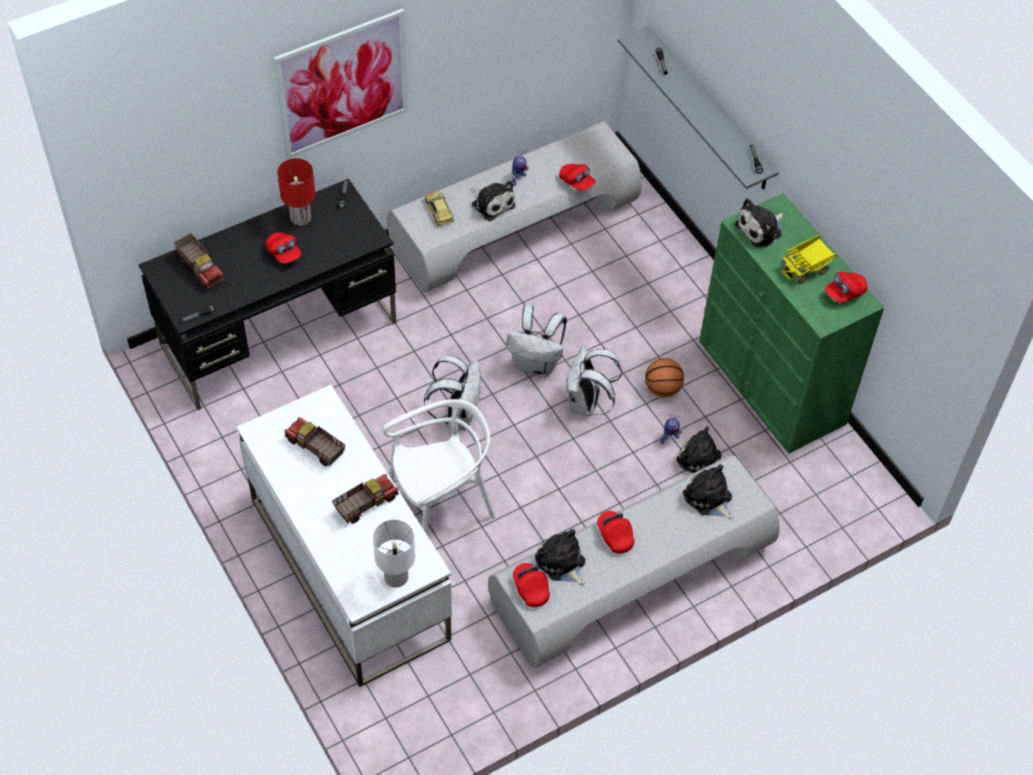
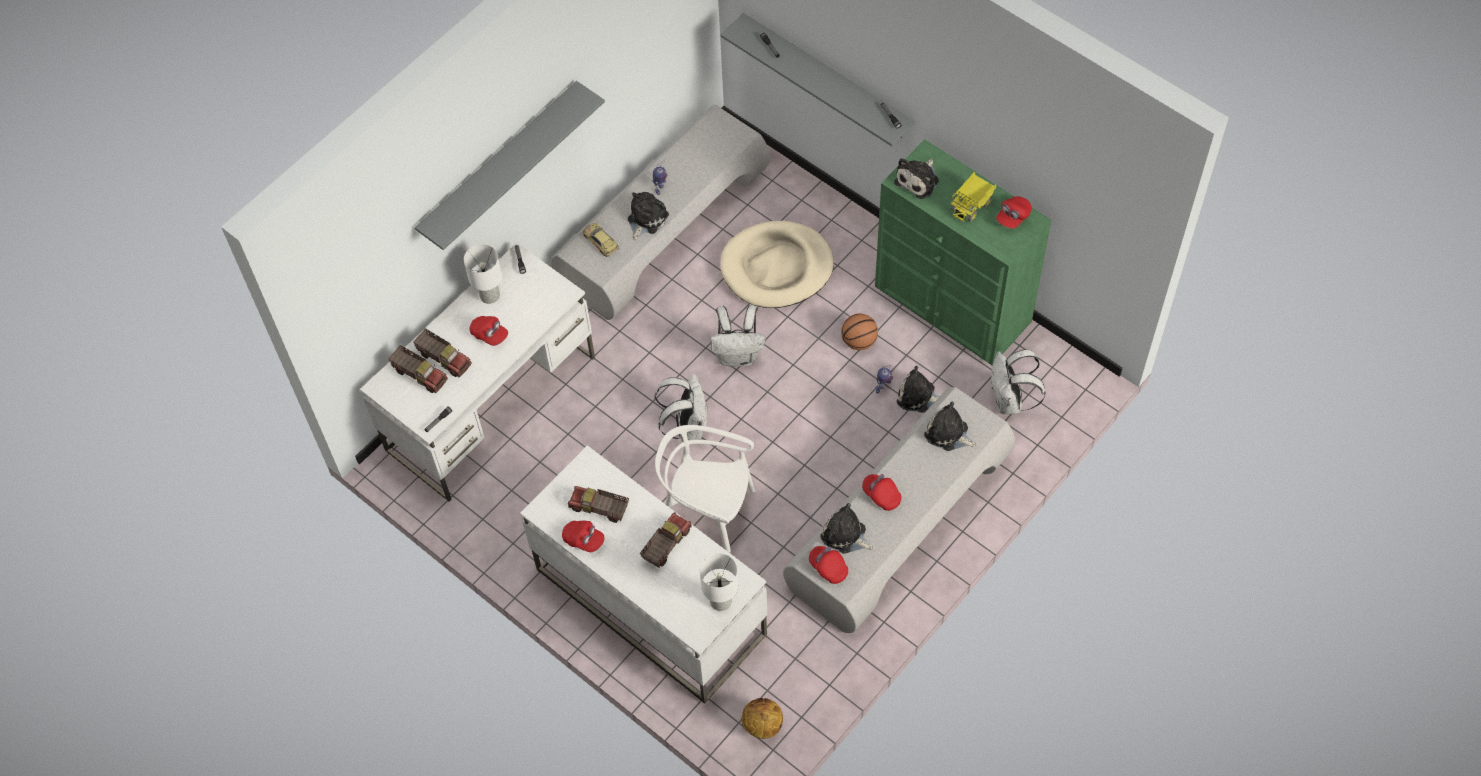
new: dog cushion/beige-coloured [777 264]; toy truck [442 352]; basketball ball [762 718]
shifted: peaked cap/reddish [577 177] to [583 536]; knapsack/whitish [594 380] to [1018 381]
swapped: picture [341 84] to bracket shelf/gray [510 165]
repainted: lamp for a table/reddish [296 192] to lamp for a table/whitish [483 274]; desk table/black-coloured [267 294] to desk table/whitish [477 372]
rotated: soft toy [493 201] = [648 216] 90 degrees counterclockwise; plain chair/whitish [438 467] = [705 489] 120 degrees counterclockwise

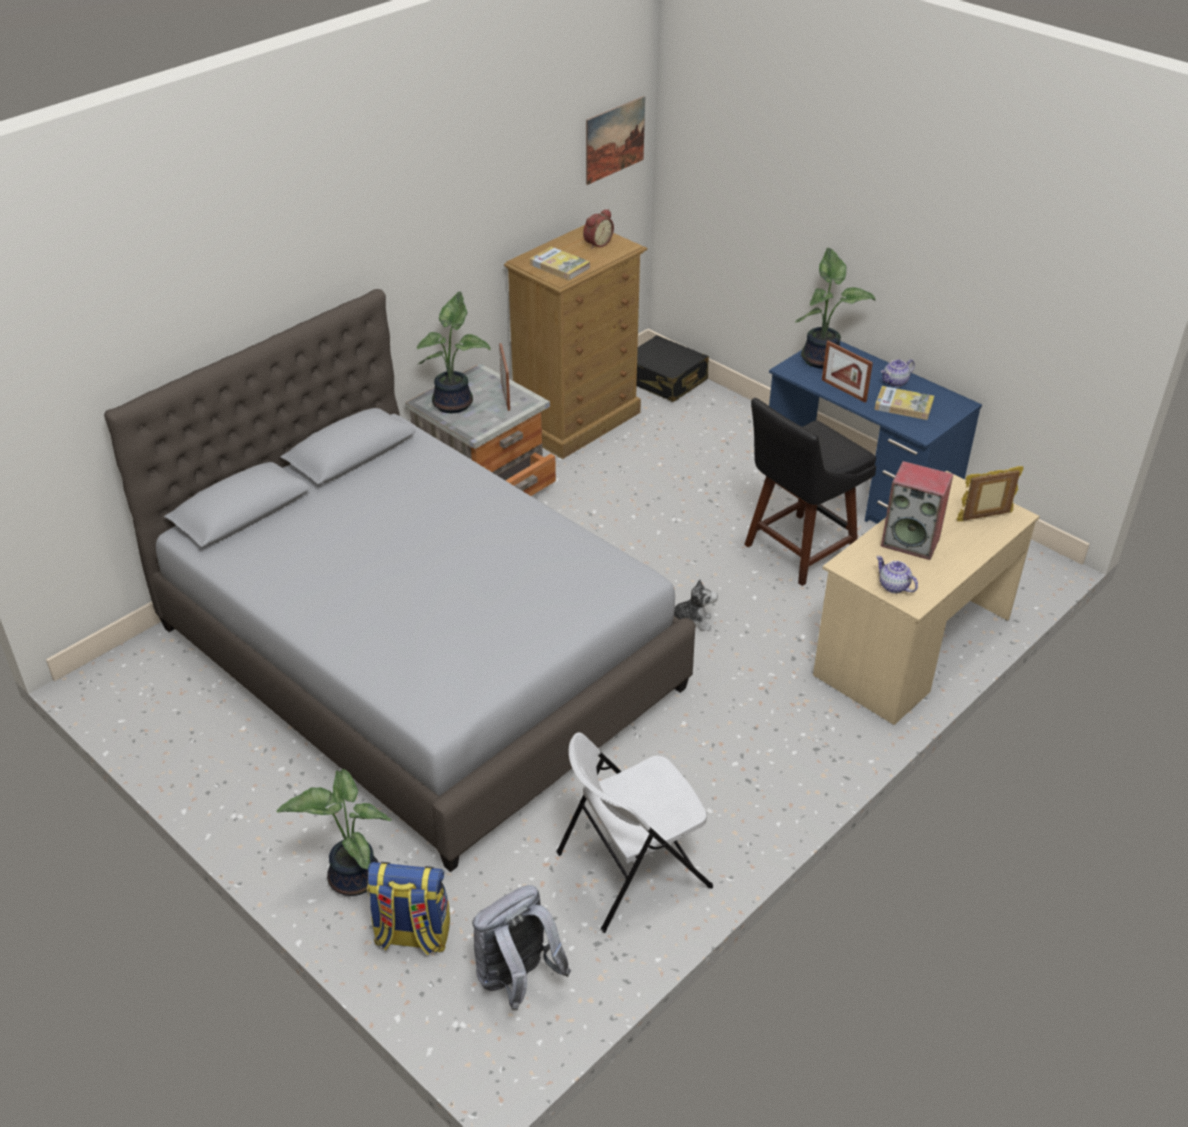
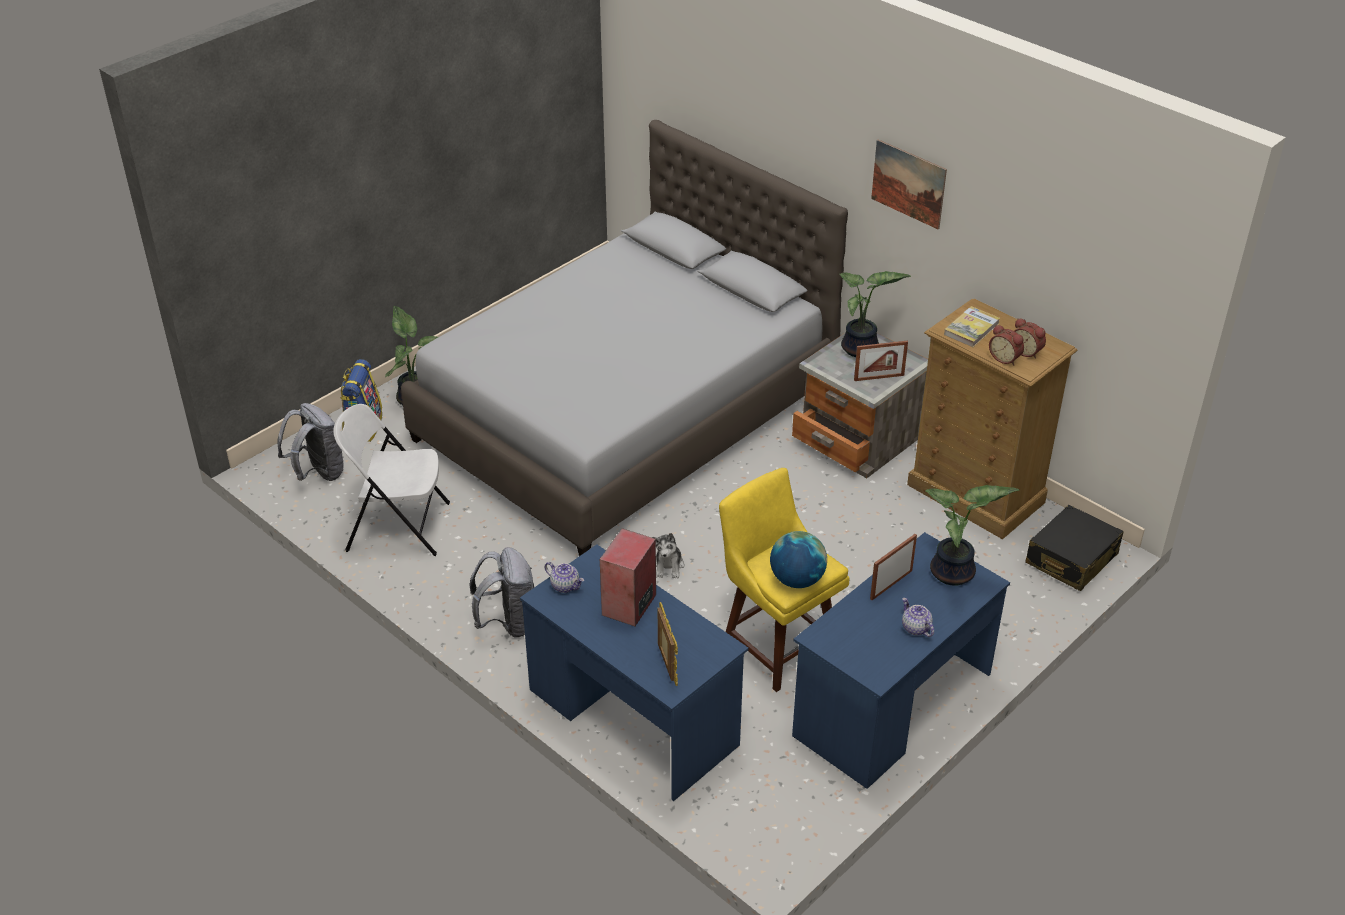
gone: book [904 403]
new: table clock [1006 345]; world globe [798 559]; knapsack/gray [501 592]
shifted: picture [615 140] to [909 184]
repainted: sitting stool/black-coloured [810 492] to sitting stool/yellowish [784 580]; desk table/beige-coloured [926 598] to desk table/bluish [634 672]
rotated: teapot [897 574] = [564 577] 75 degrees clockwise; plain chair/whitish [634 832] = [391 480] 60 degrees counterclockwise

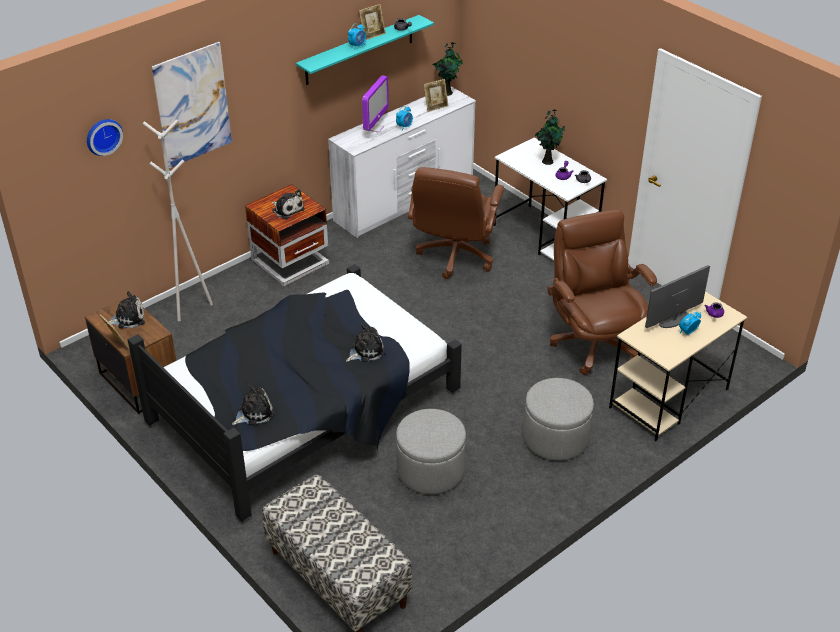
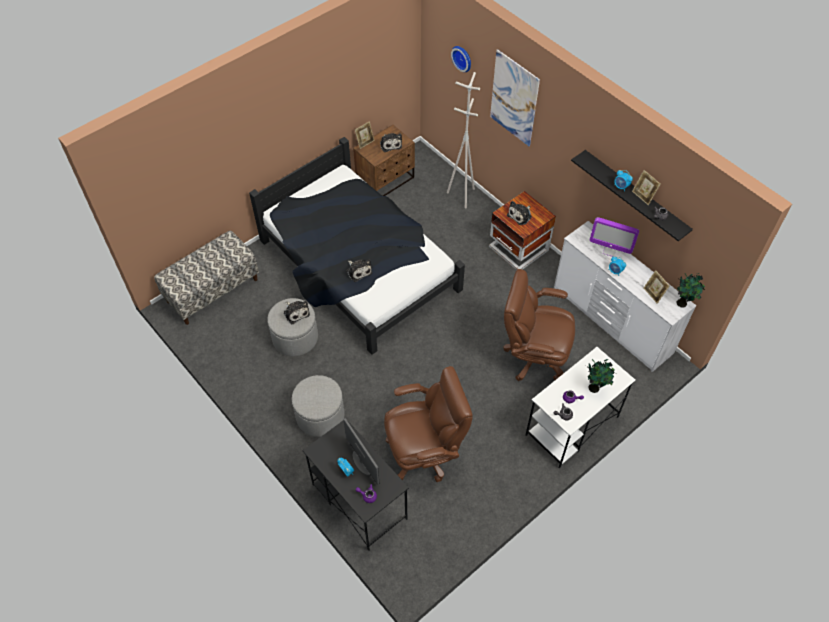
shifted: soft toy [253 405] to [297 312]
repainted: bracket shelf/turquoise [365 50] to bracket shelf/black-coloured [632 195]; desk table/beige-coloured [678 366] to desk table/black-coloured [355 485]

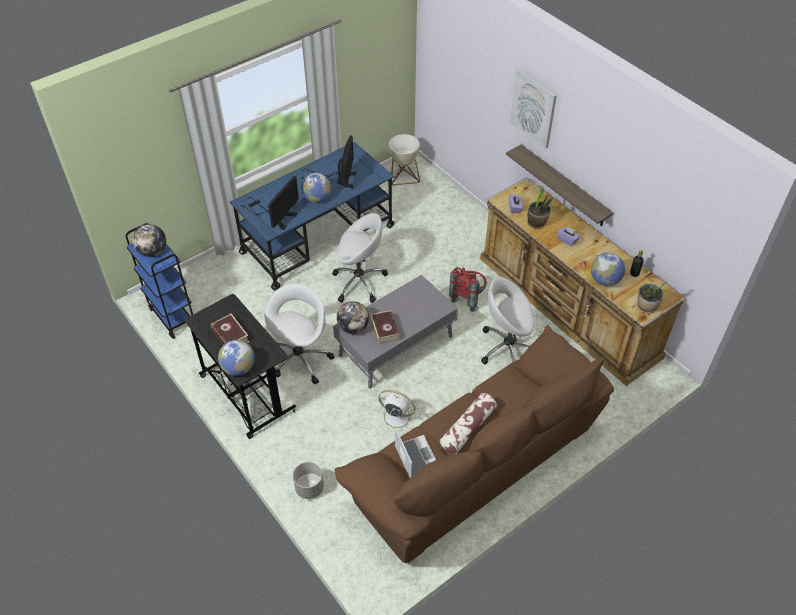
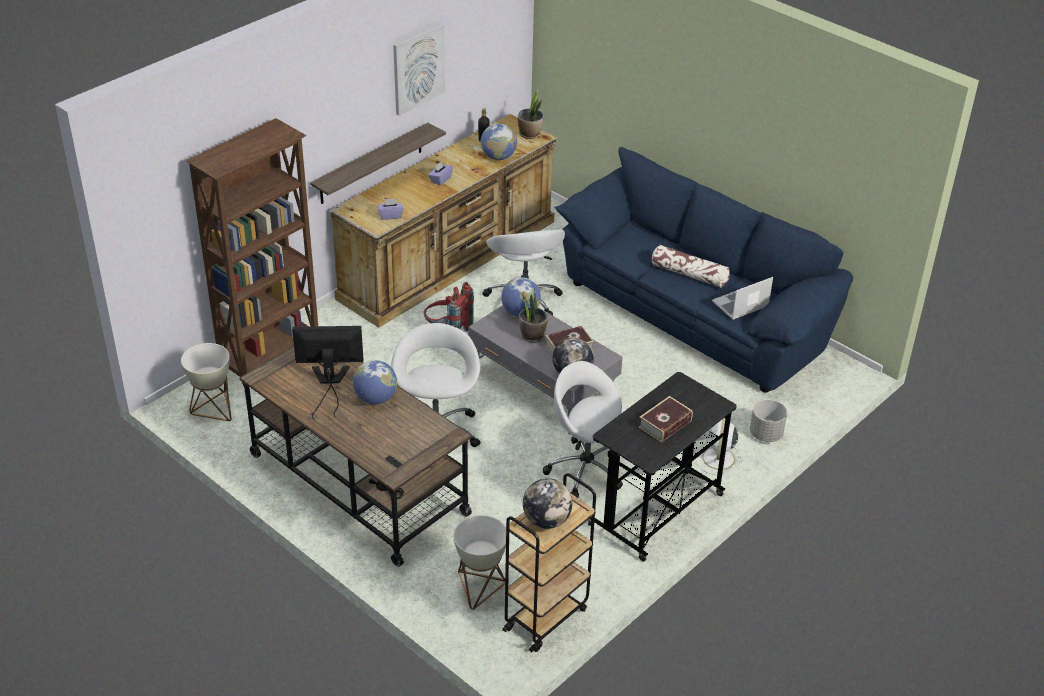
gone: monitor [270 203]
new: bookshelf/brown [251 252]; planter [480 562]
shifted: picture [533 109] to [419 70]; potted plant [540 207] to [533 315]; world globe [236 358] to [521 297]; electric fan/whitish [396 411] to [719 447]
repainted: desk table/bluish [312 216] to desk table/brown [355 456]; cart/bluish [159 281] to cart/brown [549 562]; settee/brown [474 444] to settee/bluish [703 269]

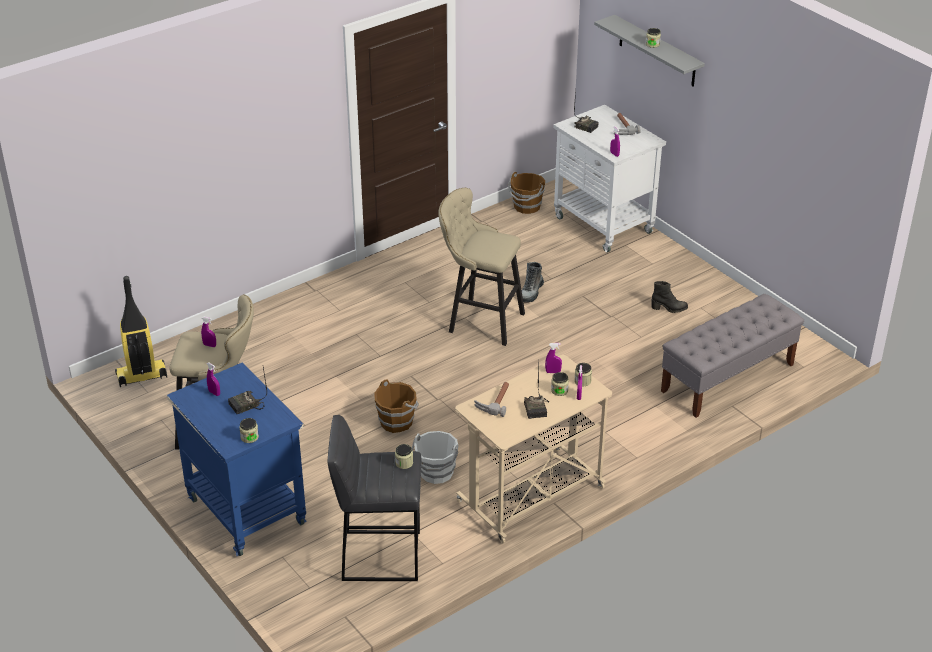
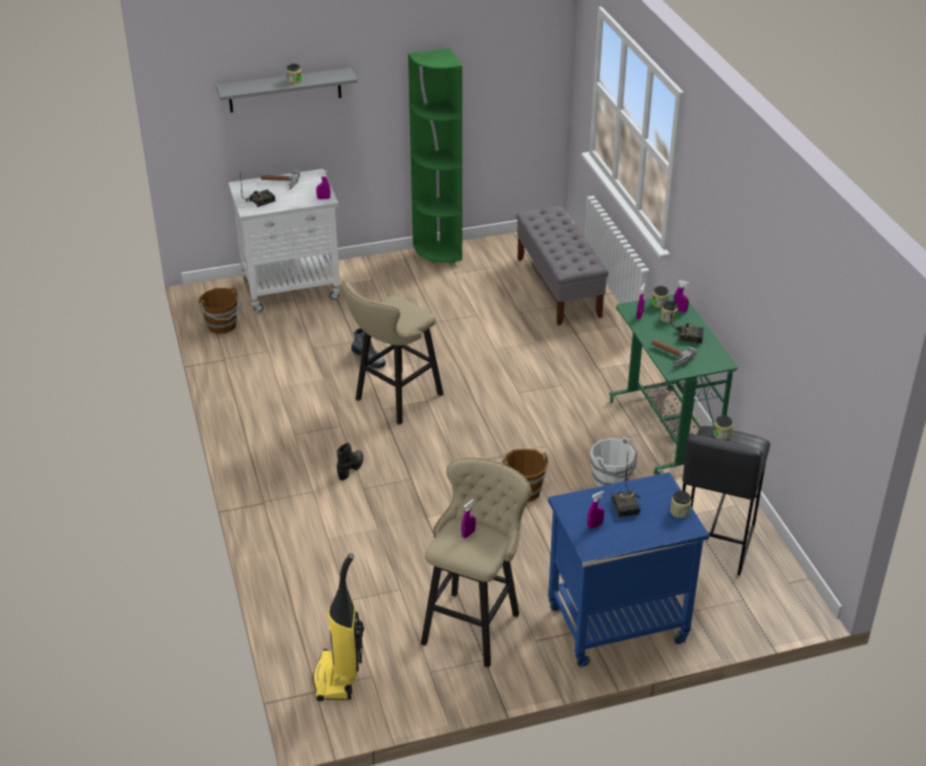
new: bookshelf/green [435 156]
shifted: high-top boot/black-coloured [670 297] to [350 461]
repainted: desk table/beige-coloured [533 449] to desk table/green [673 384]

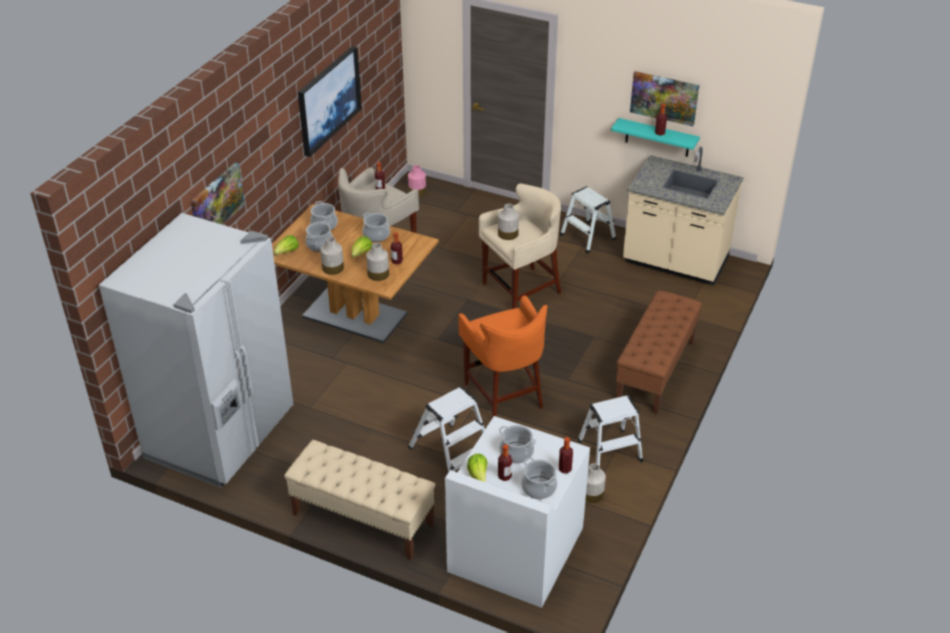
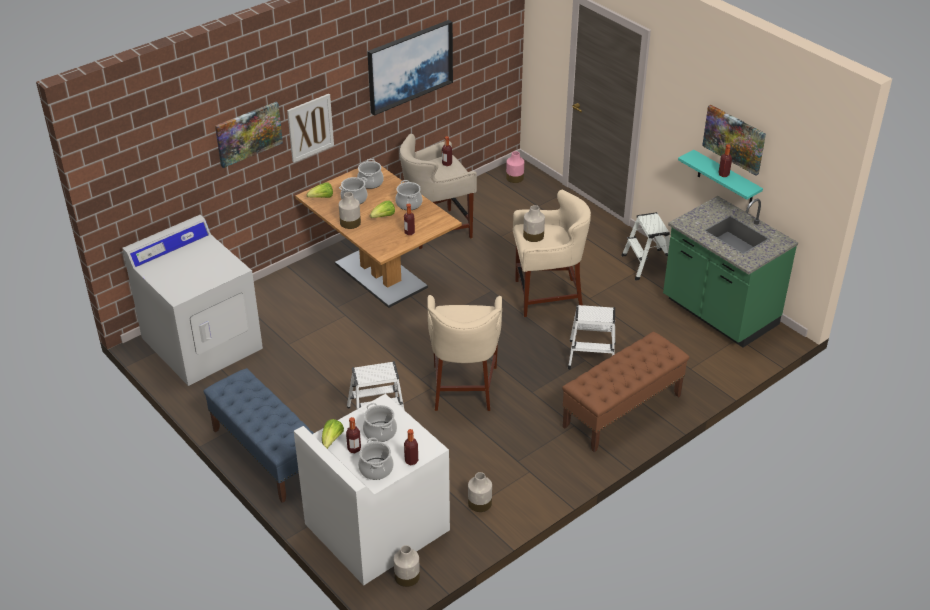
new: picture [310 128]
shifted: vase/beige-coloured [377 262] to [407 566]; step ladder/whitish [610 430] to [592 337]
swapped: kitchen fridge/whitish [196 350] to washing machine/whitish [192 300]
repainted: counter/beige-coloured [683 216] to counter/green [730 271]; sitting stool/orange-coloured [503 356] to sitting stool/beige-coloured [464 353]; long seat/beige-coloured [359 500] to long seat/bluish [258 435]

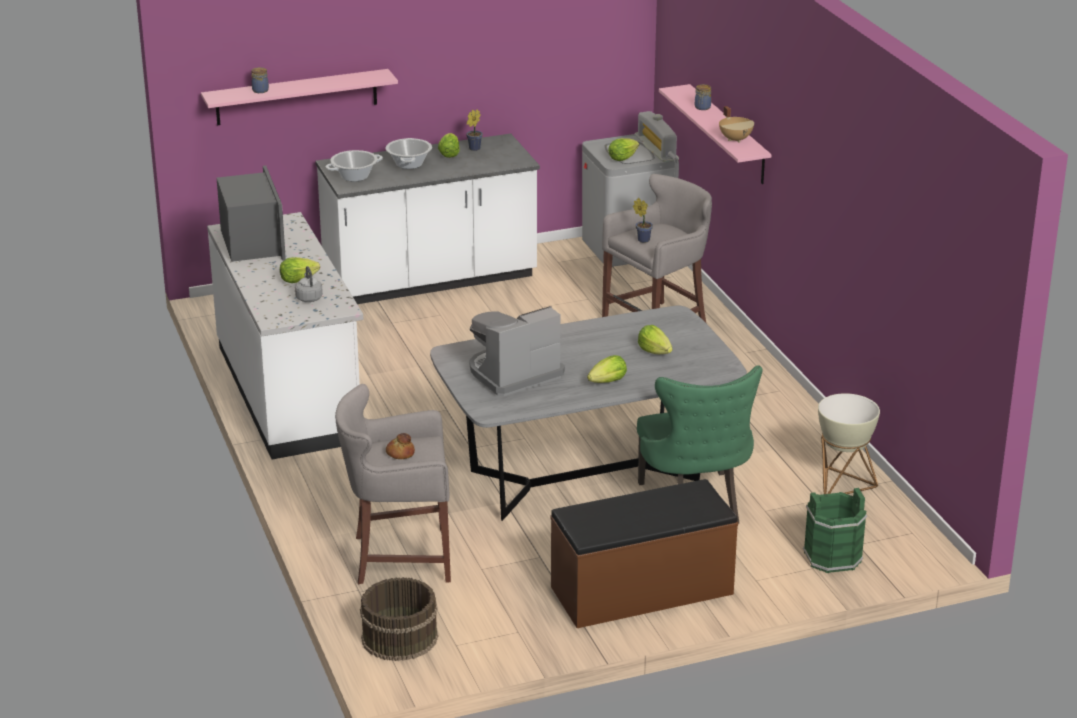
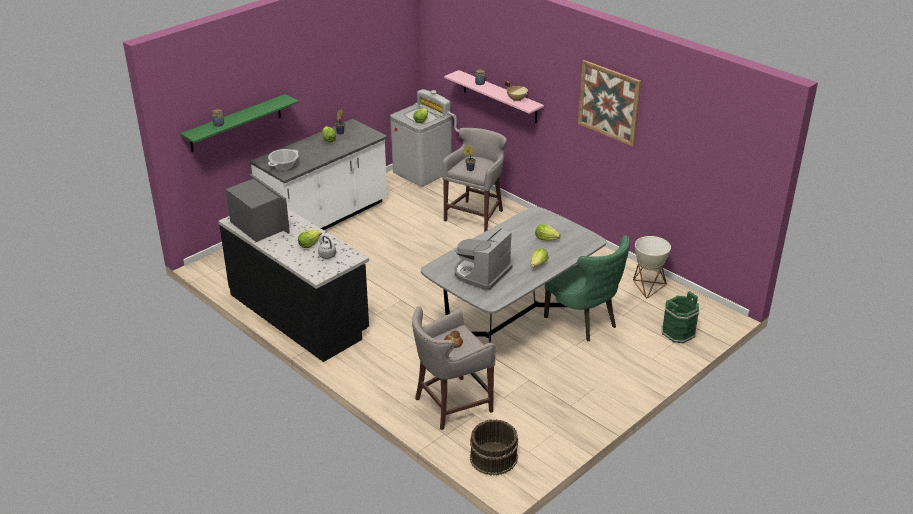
gone: saucepot [409 153]; long seat/brown [644 553]
new: picture [609 103]
repainted: bracket shelf/pink-coloured [299 97] to bracket shelf/green [239 123]; counter/whitish [285 335] to counter/black-coloured [293 285]

